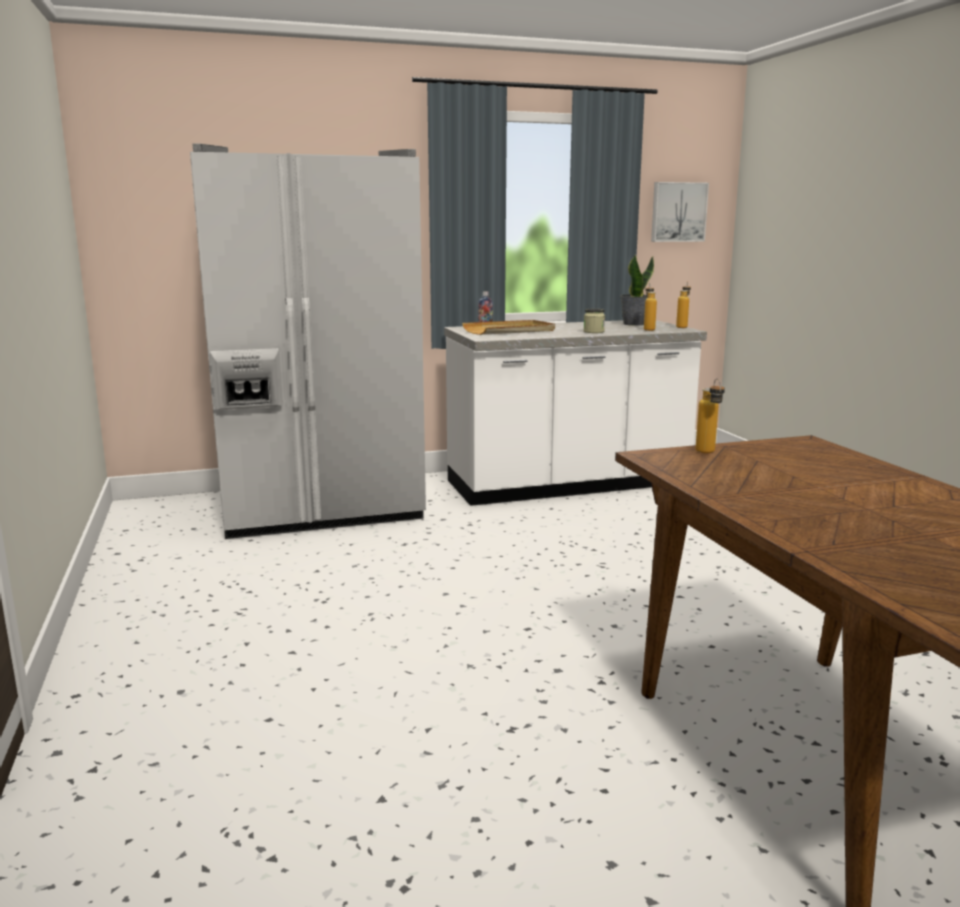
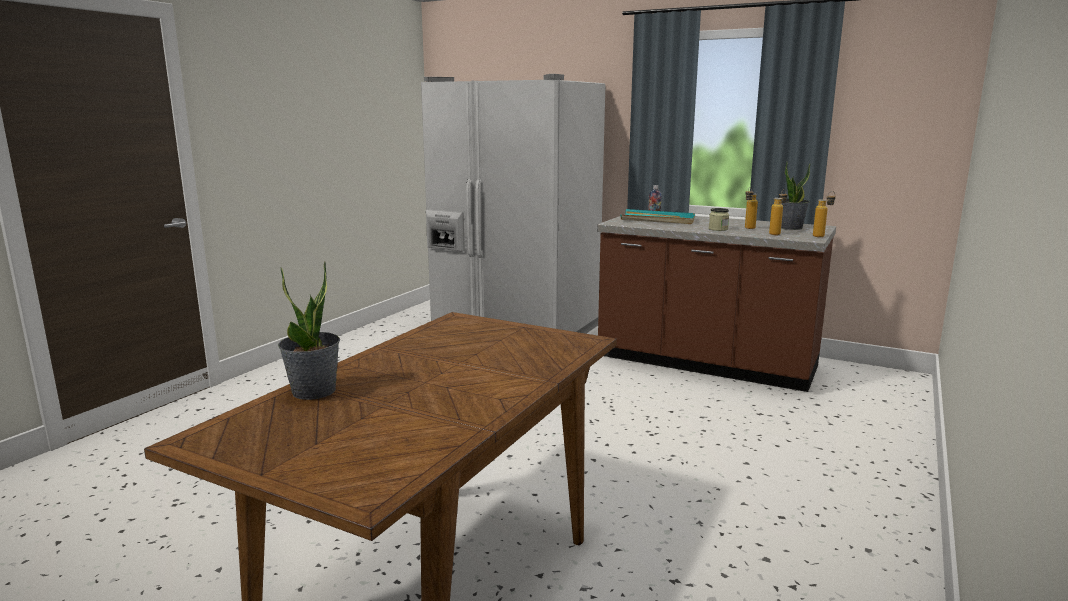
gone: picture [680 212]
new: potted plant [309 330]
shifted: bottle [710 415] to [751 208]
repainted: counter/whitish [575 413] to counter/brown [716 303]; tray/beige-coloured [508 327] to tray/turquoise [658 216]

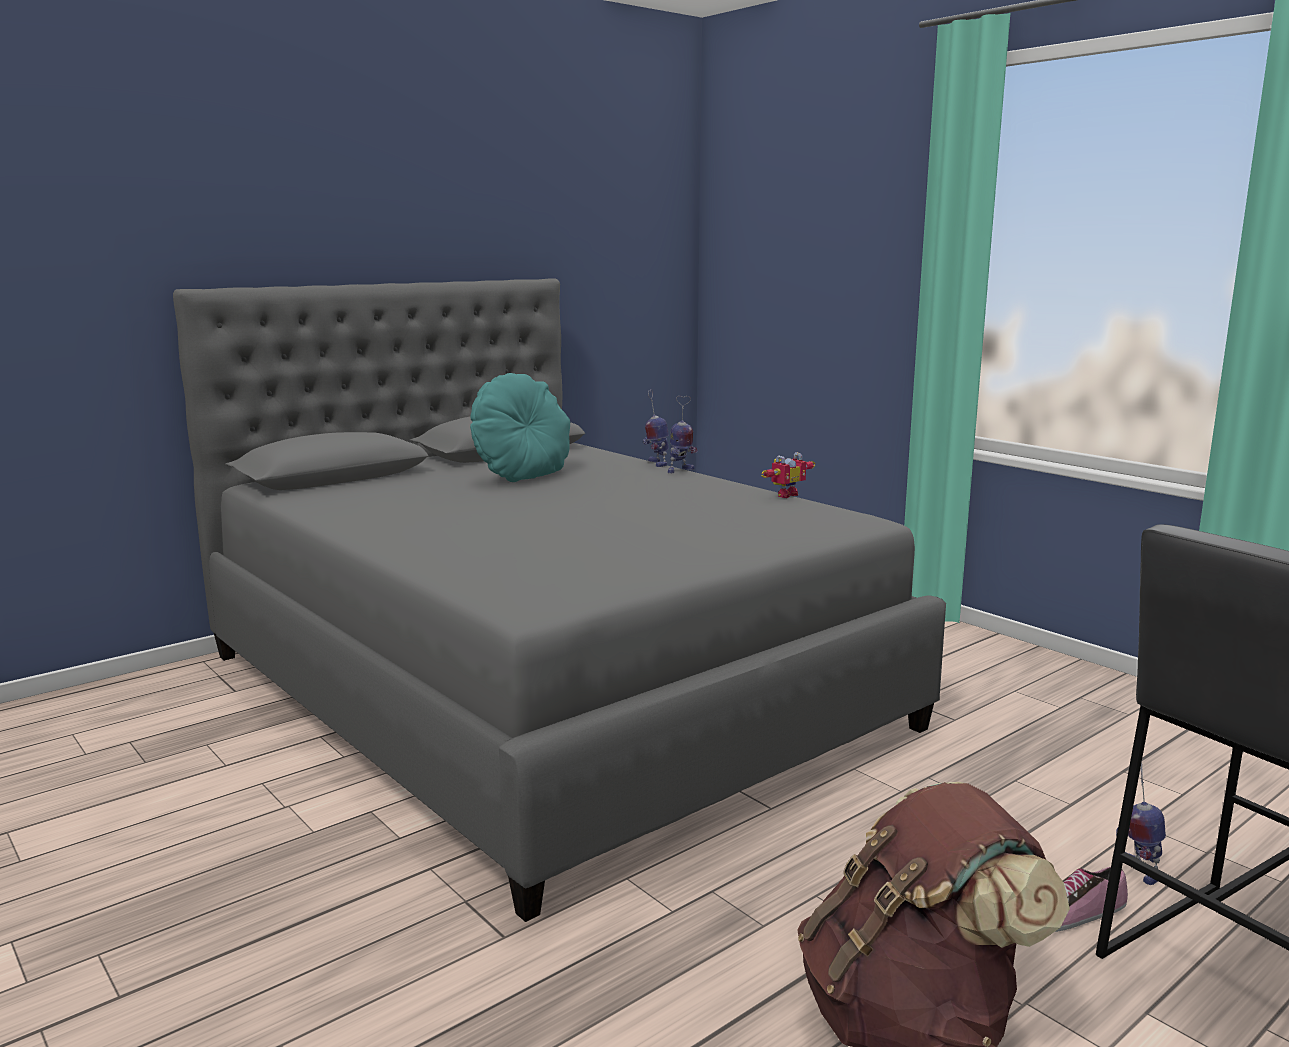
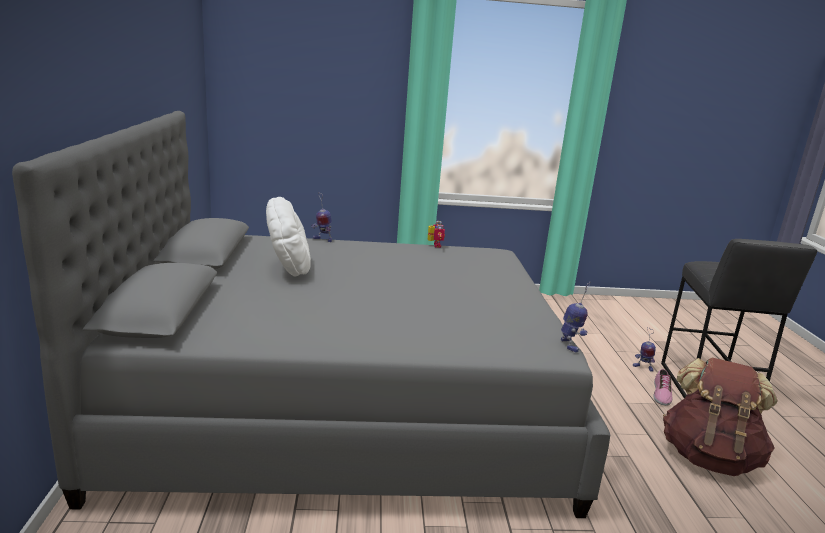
shifted: model robot [682 434] to [576 316]
repainted: throw pillow/turquoise [520 427] to throw pillow/whitish [288 236]

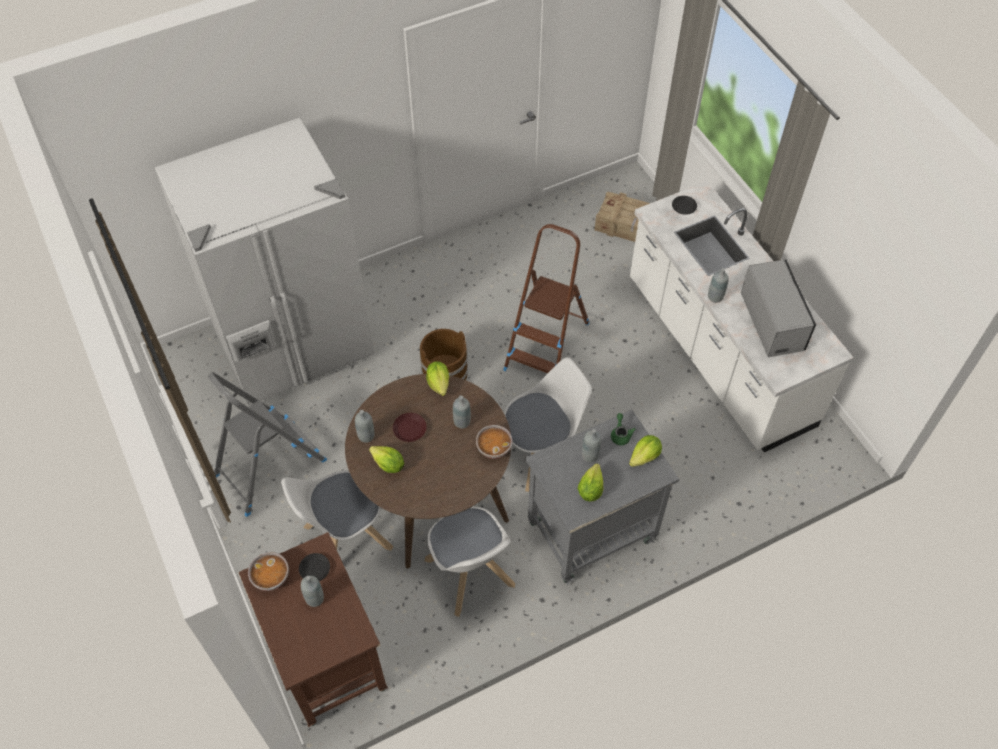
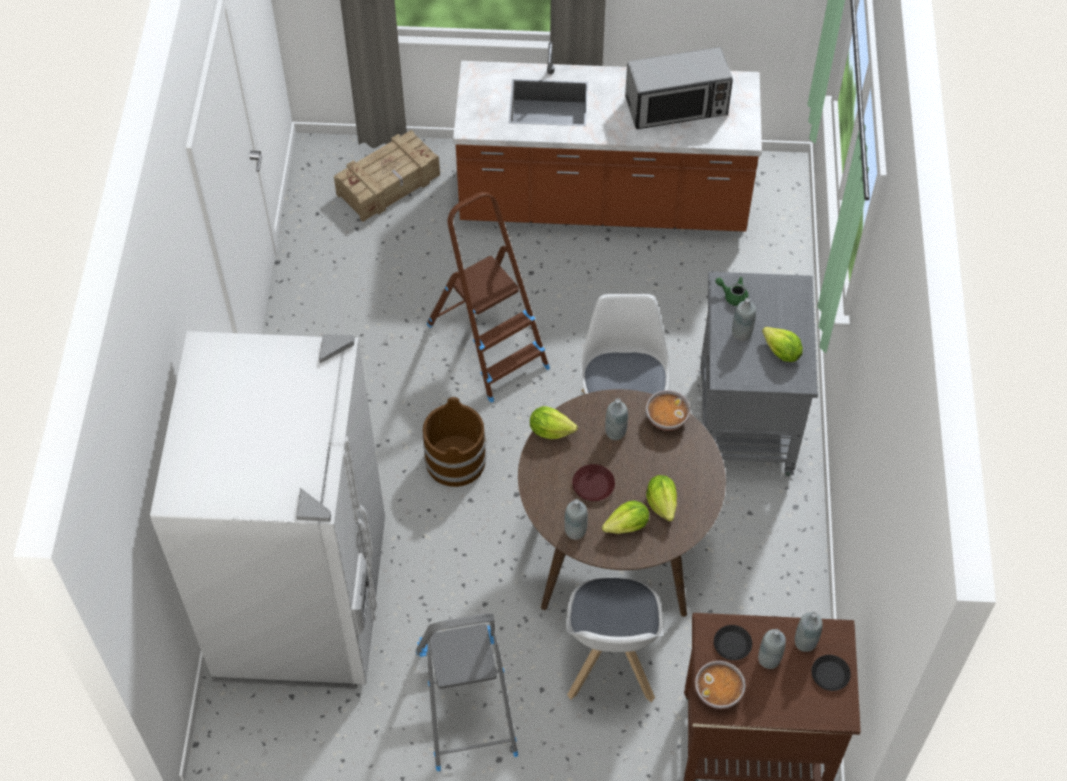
gone: plain chair [470 562]
shifted: plate/black-coloured [684 205] to [831 673]; bottle/gray [718 285] to [809 632]; lettuce head [645 451] to [661 498]
repainted: counter/whitish [742 316] to counter/brown [607 136]
rotated: kitchen microwave [778 308] = [679 88] 150 degrees clockwise

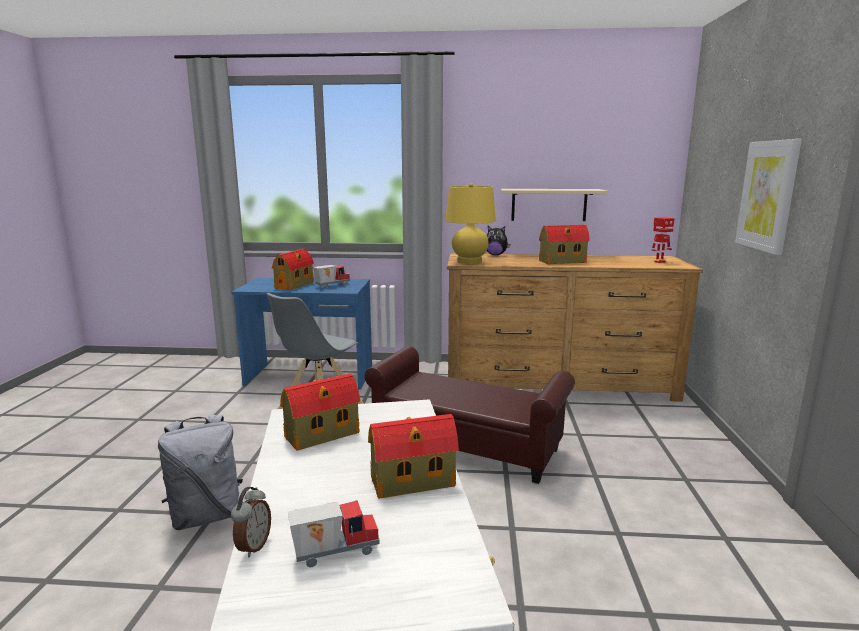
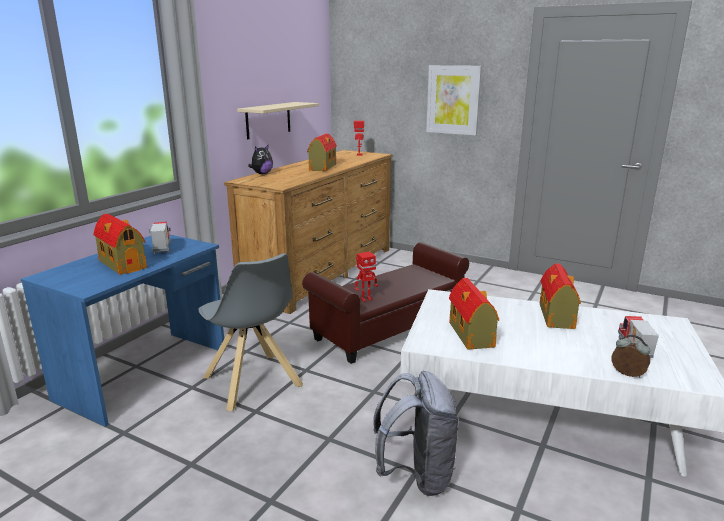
gone: lamp for a table/yellowish [470 223]
new: model robot [367 277]

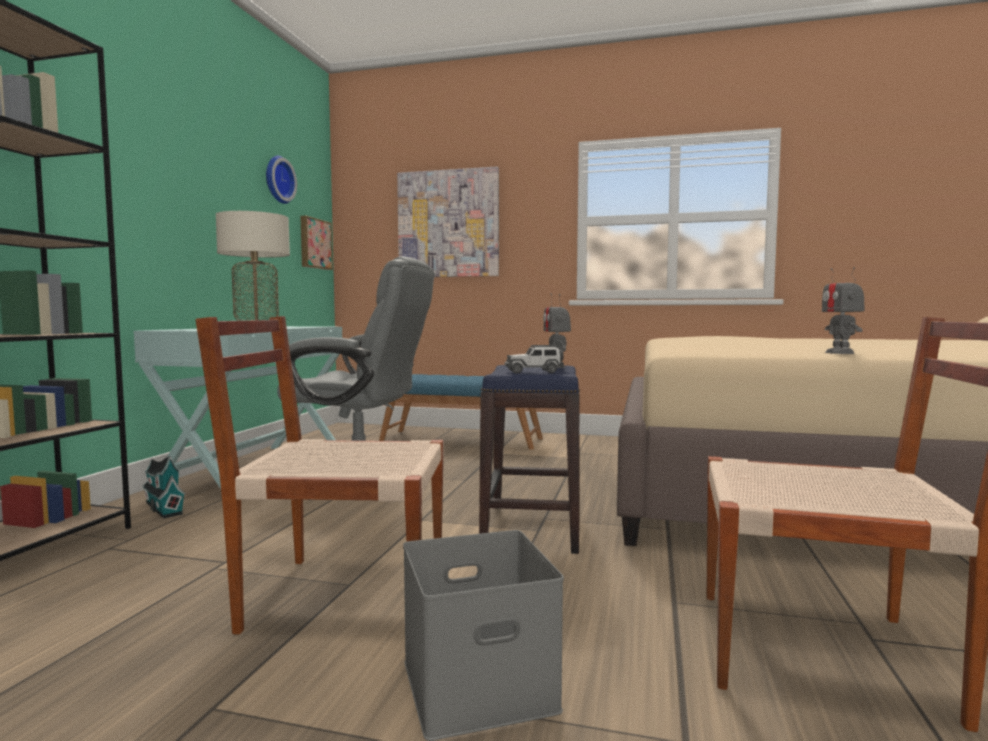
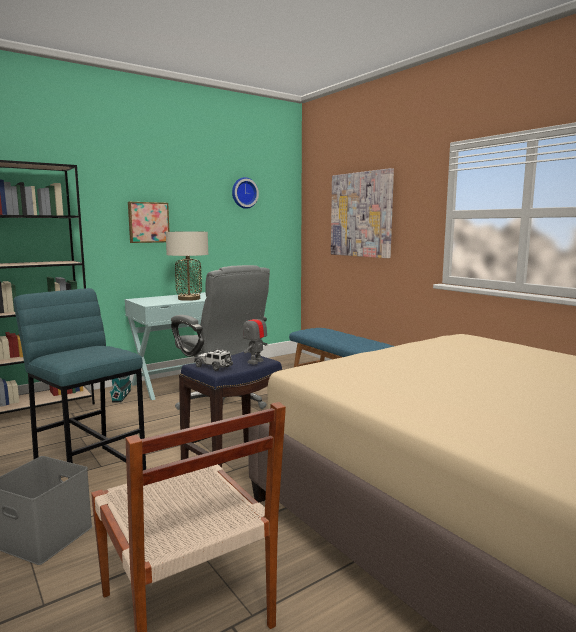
gone: model robot [843 310]
shifted: picture [316 243] to [149 222]
swapped: plain chair [319 475] to sitting stool/turquoise [80 383]

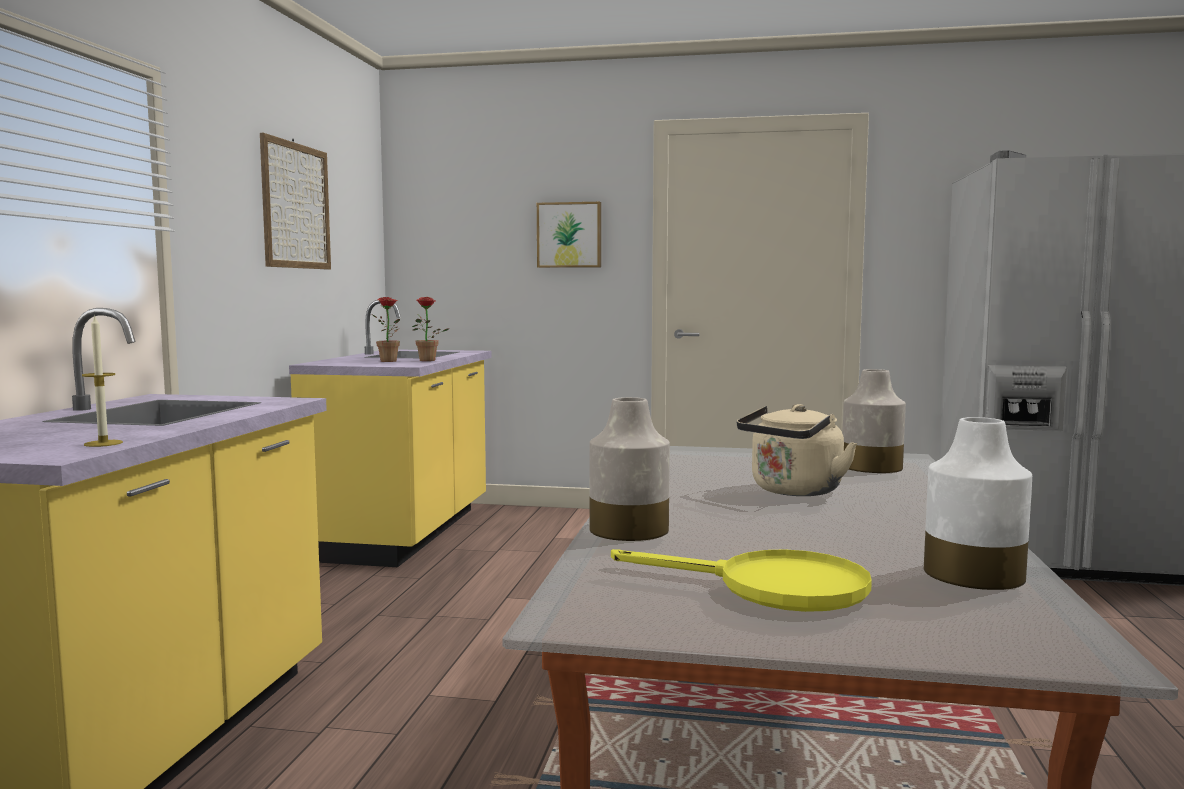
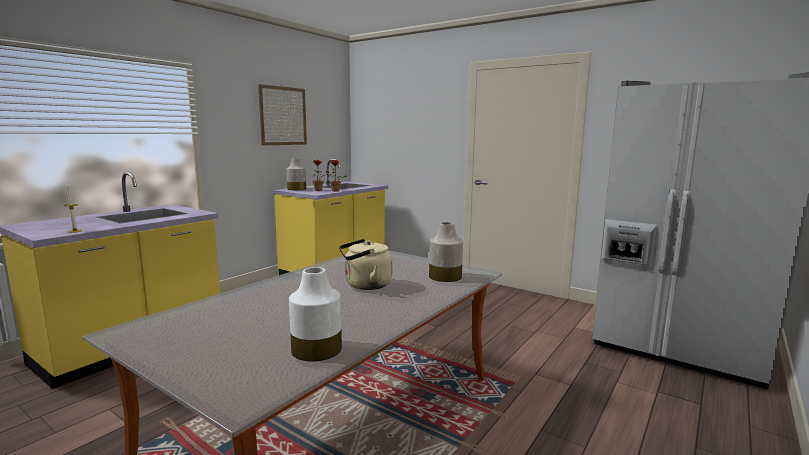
gone: picture [569 235]; pan/yellowish [741 580]
shifted: vase/beige-coloured [630 469] to [296 174]

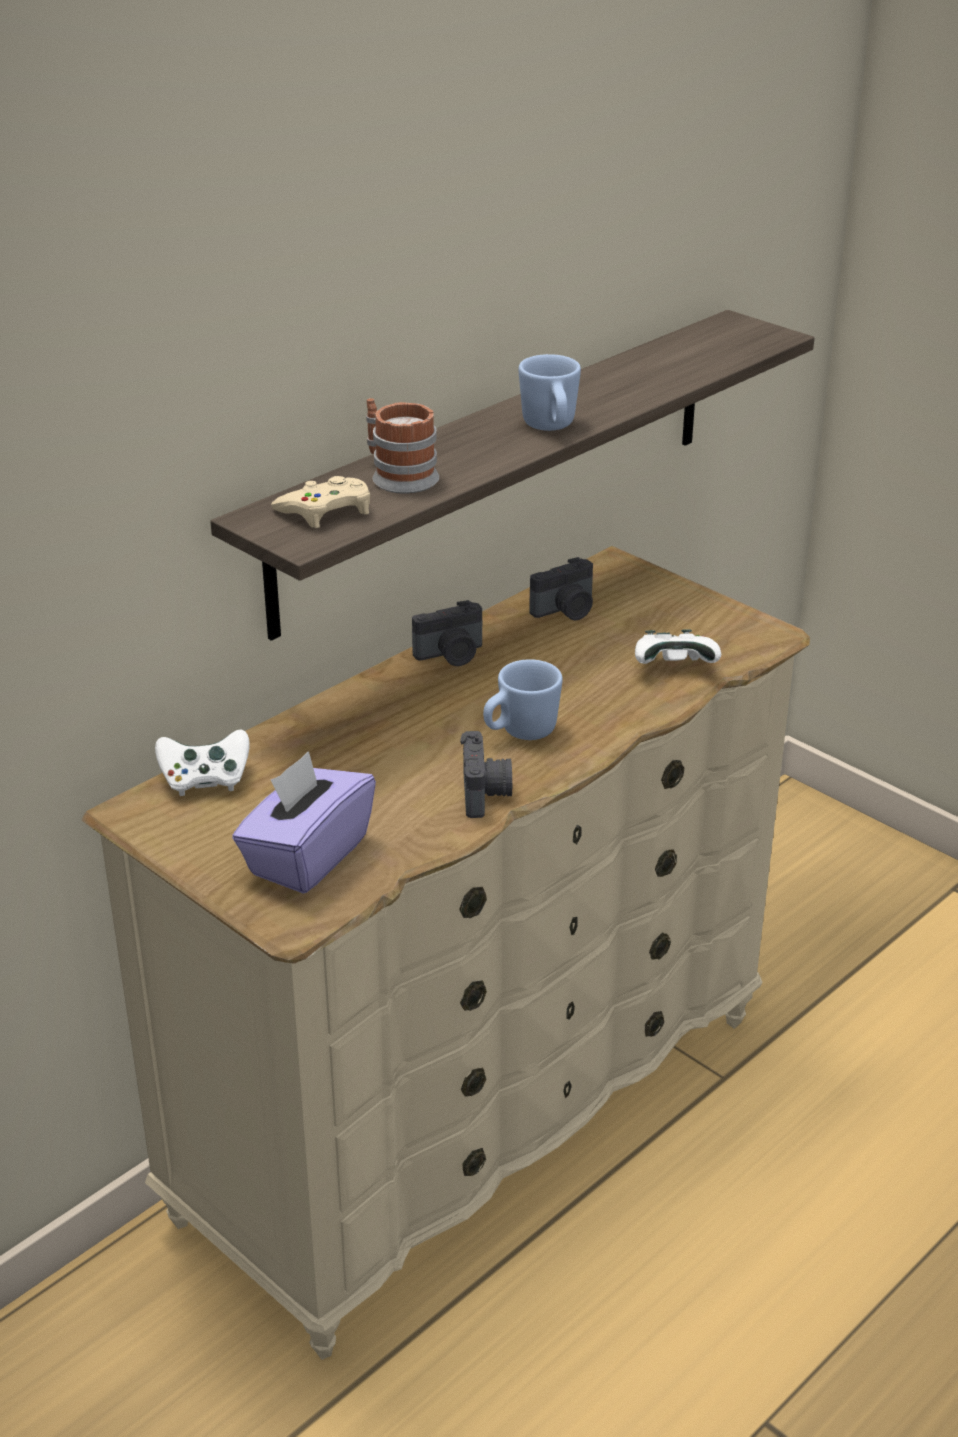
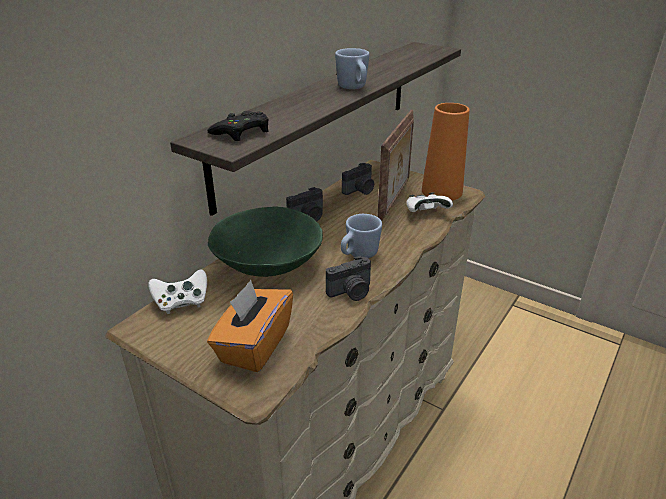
gone: tea mug [402 446]
new: vase/orange-coloured [446 151]; photo frame [396 165]; bowl/green [265 241]
repainted: game controller/beige-coloured [320 502] to game controller/black-coloured [238 126]; tissue box/purple-coloured [304 822] to tissue box/orange-coloured [250 326]
rotated: photo camera [486 774] = [348 278] 75 degrees clockwise

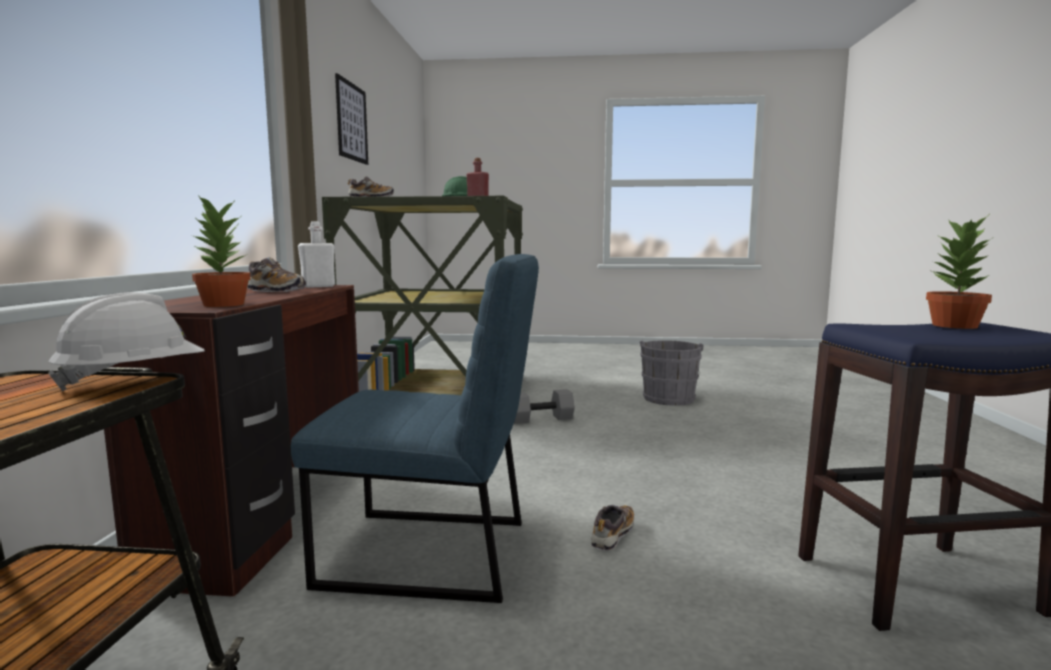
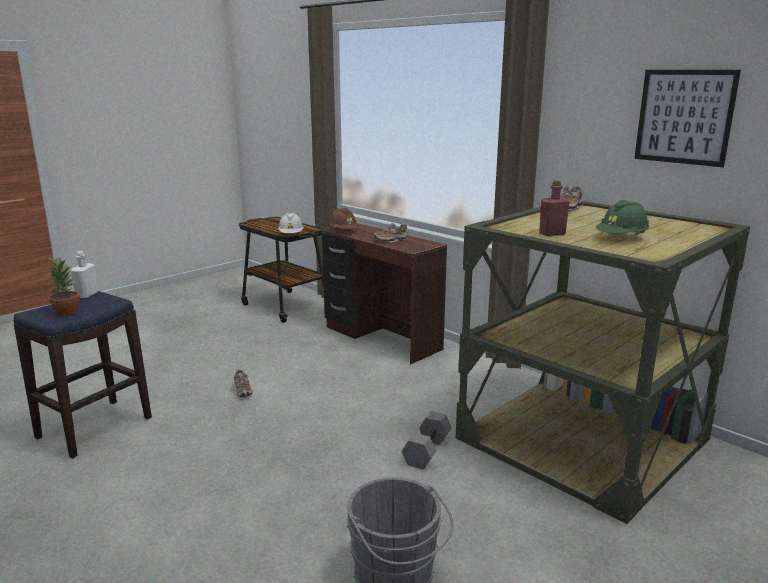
gone: plain chair/bluish [415 428]
shifted: bottle/whitish [316 254] to [84 274]
swapped: potted plant [221 251] to safety helmet/brown [344 218]

